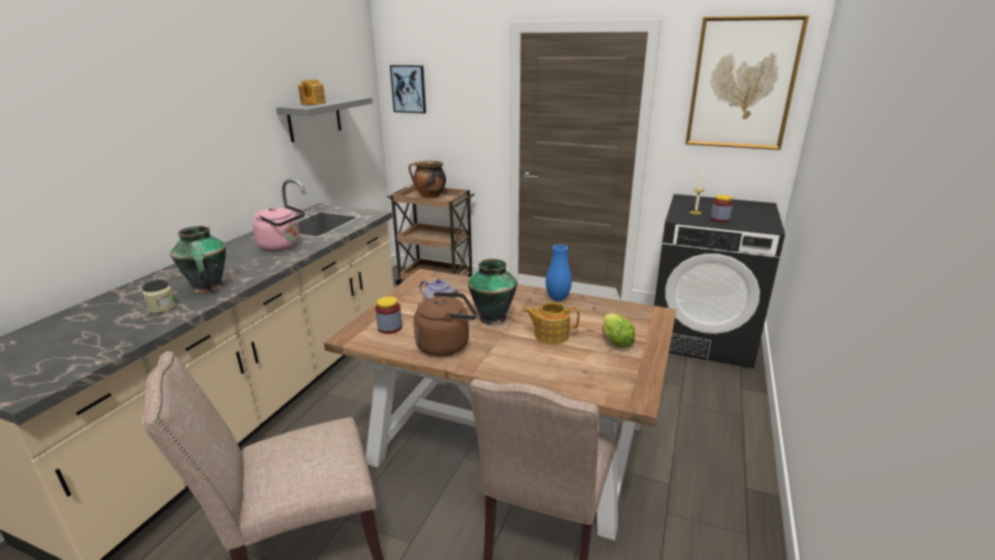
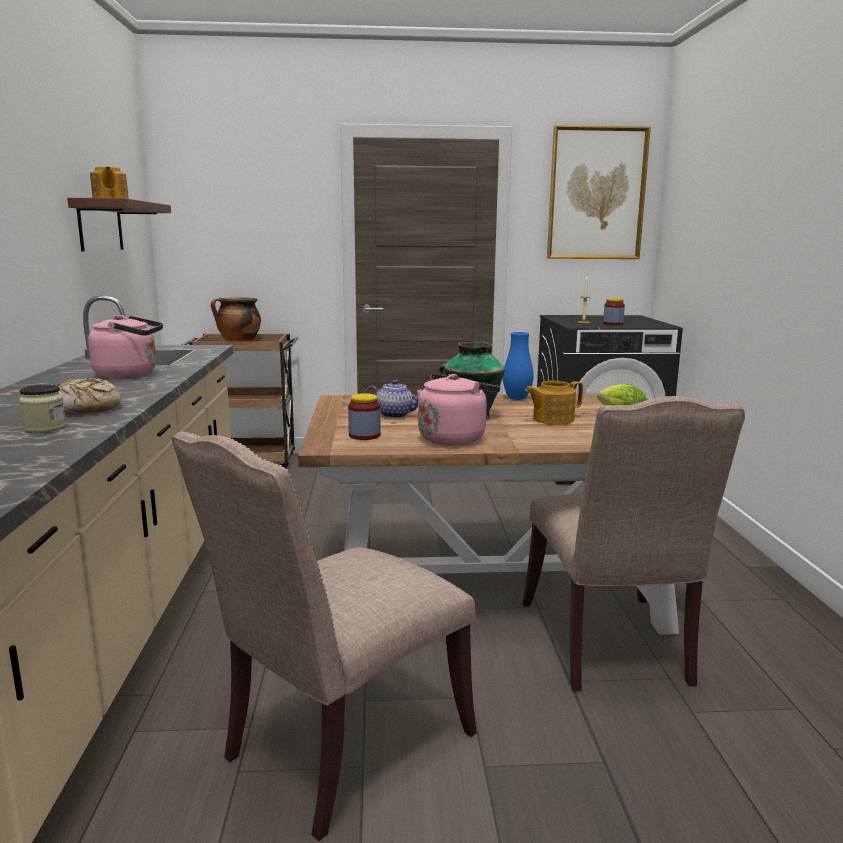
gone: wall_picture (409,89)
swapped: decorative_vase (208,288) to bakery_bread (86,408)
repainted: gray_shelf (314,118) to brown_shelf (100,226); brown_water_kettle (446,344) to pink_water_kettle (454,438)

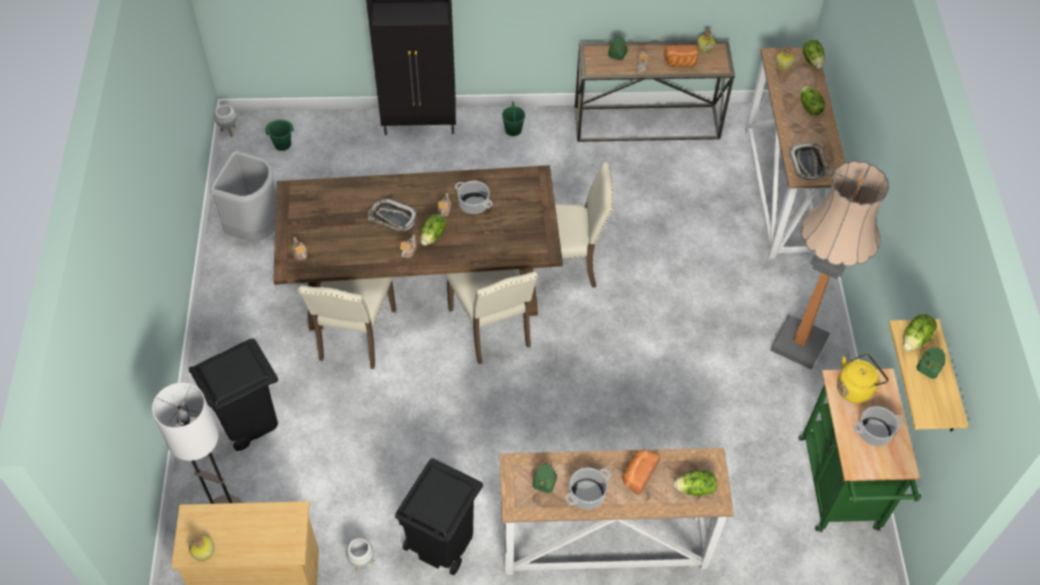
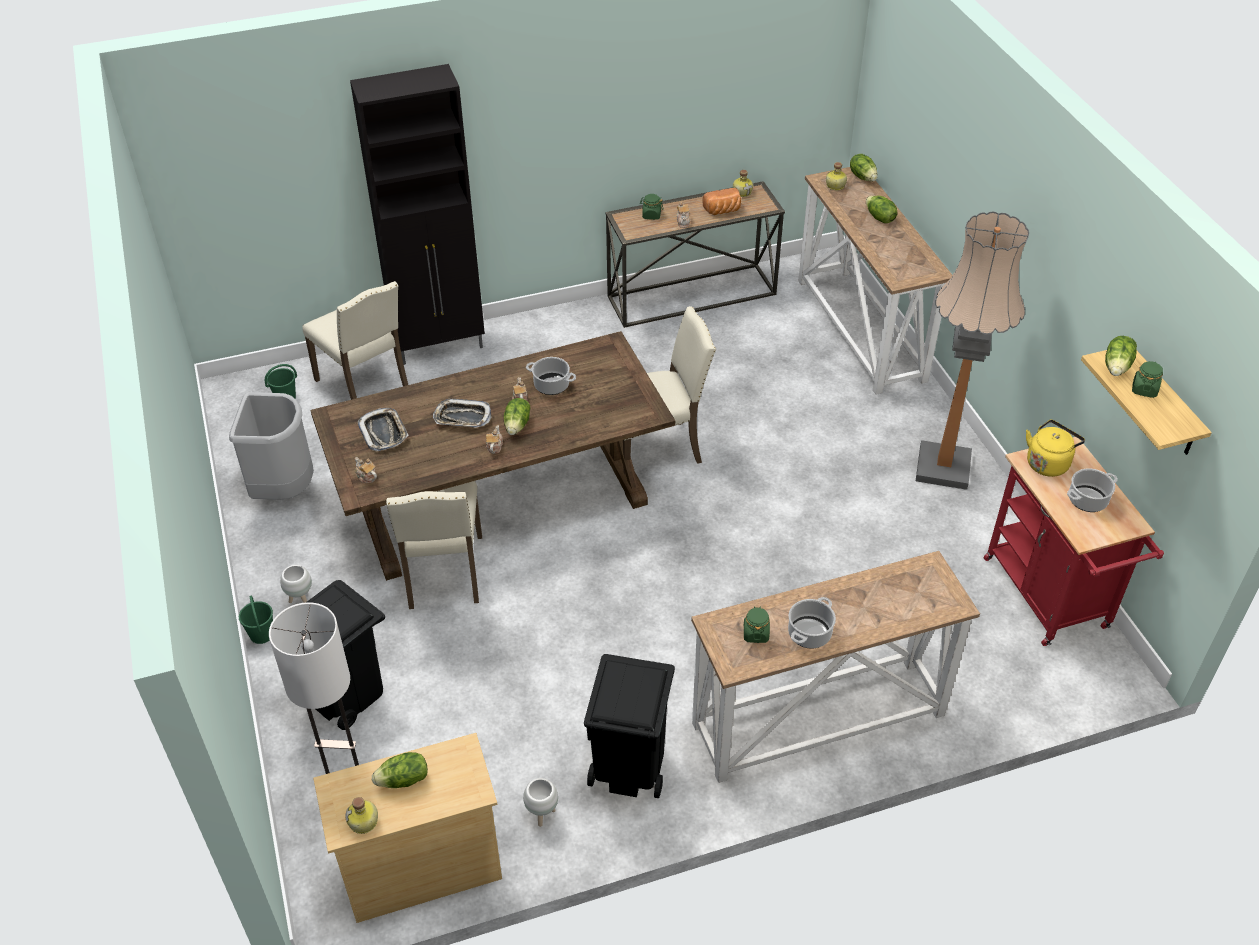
gone: bakery_bread (638,474)
shifted: white-coloured_plant_pot (229,131) to (301,600); sand-coloured_chair (492,328) to (366,386); green_water_bucket (513,129) to (261,634); lettuce_head (695,489) to (403,780); tray (809,164) to (384,432)
repainted: green_wheeled_cart (840,490) to red-coloured_wheeled_cart (1050,599)

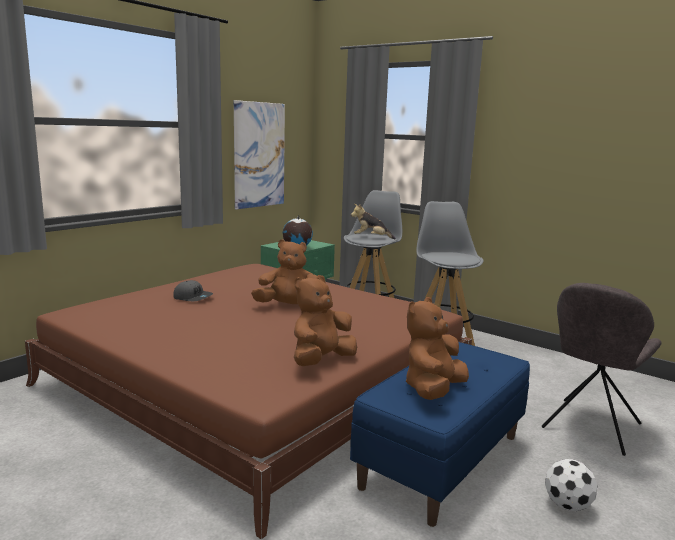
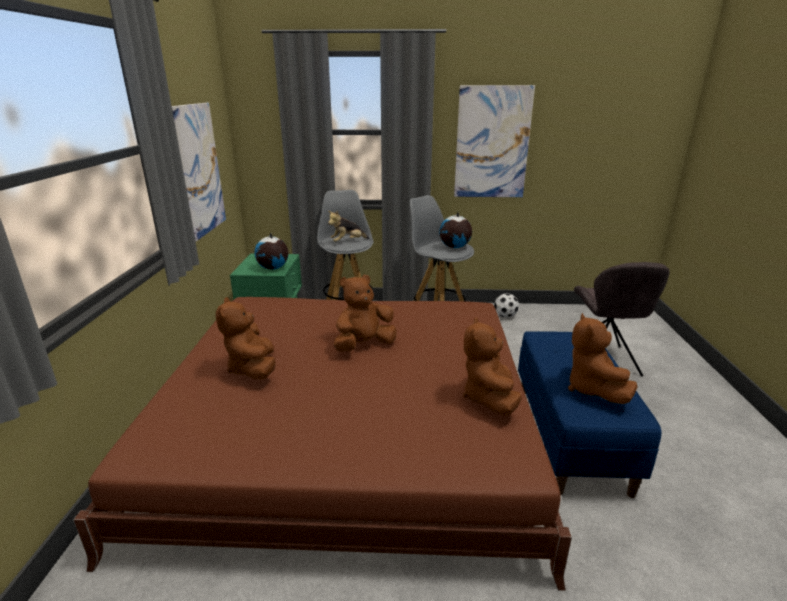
new: desk_globe (454,247); wall_picture (492,143)
shifted: ball_for_football (567,505) to (505,316)
swapped: gray_baseball_cap (193,297) to brown_soft_toy (253,369)

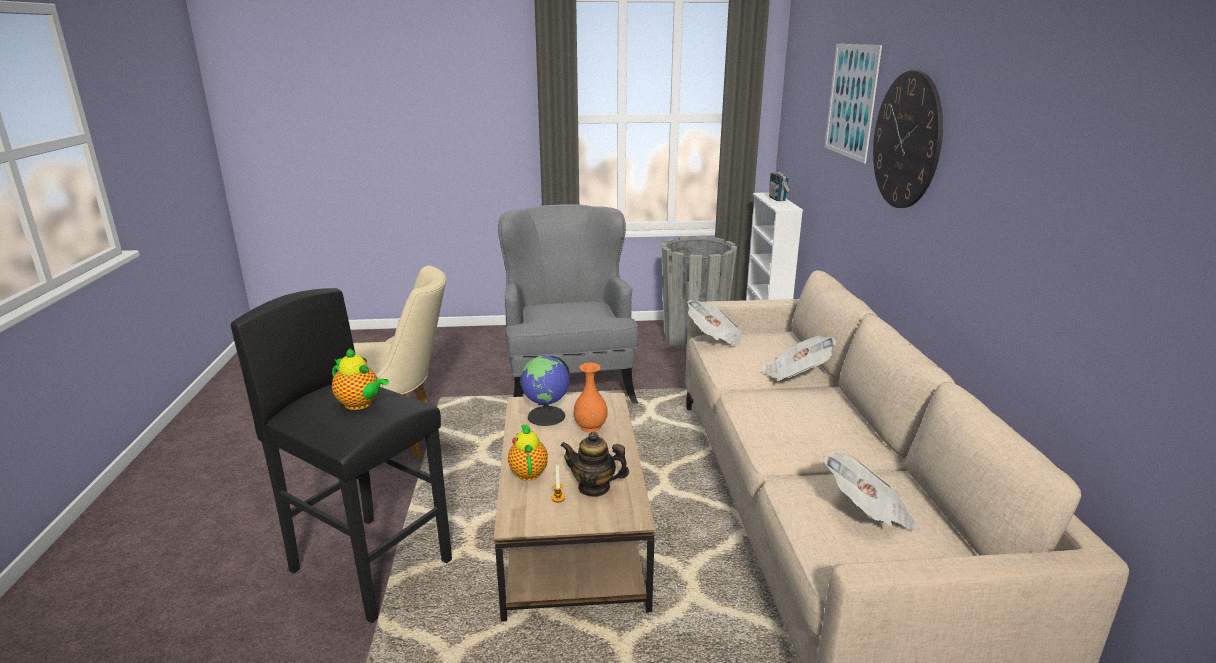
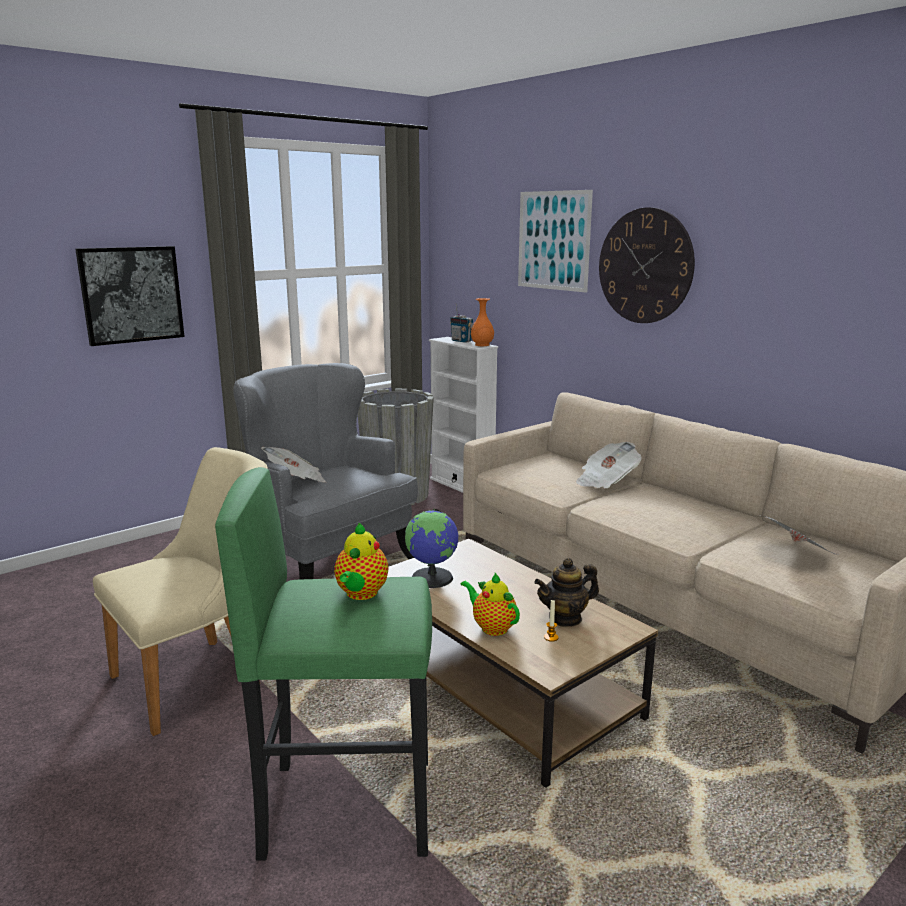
new: wall_picture (131,294)
shifted: orangey_decorative_vase (590,426) to (482,345); daily_paper (715,338) to (296,480)
repainted: black_stool (371,565) to green_stool (348,806)
rotated: tea_pot (360,404) = (361,594) 105 degrees clockwise

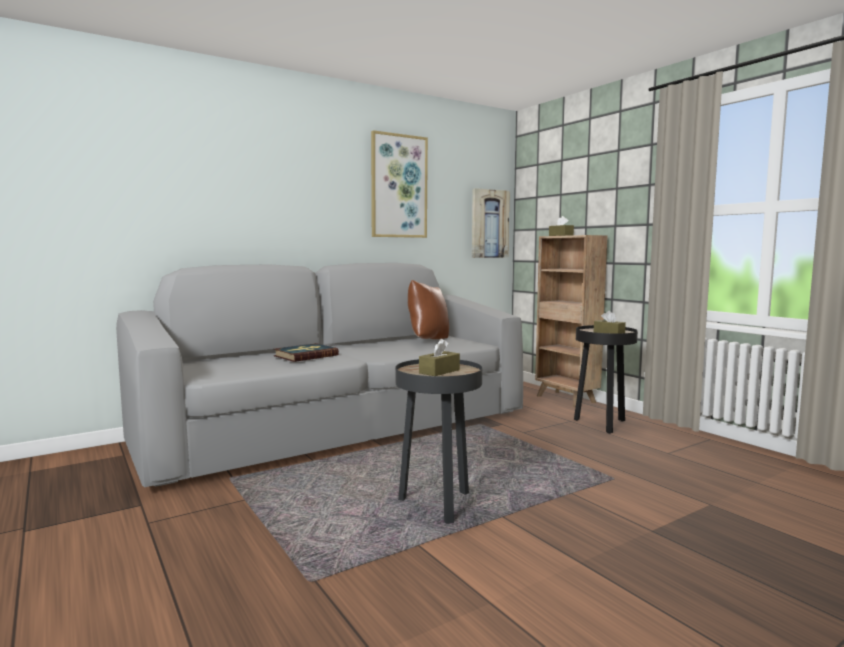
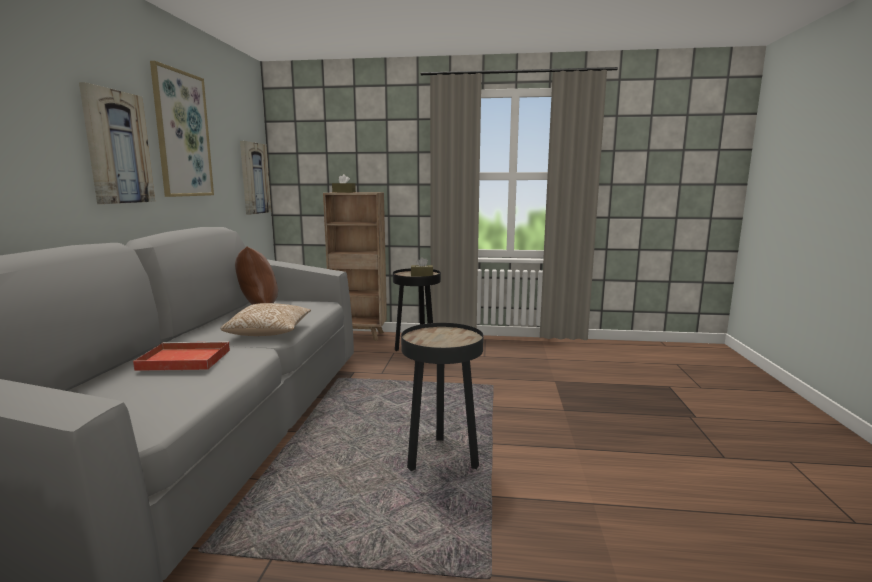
gone: brown_tissue_box (439,371)
new: wall_picture (117,147); throw_pillow (269,332)
swapped: book (305,355) to red-coloured_tray (183,360)

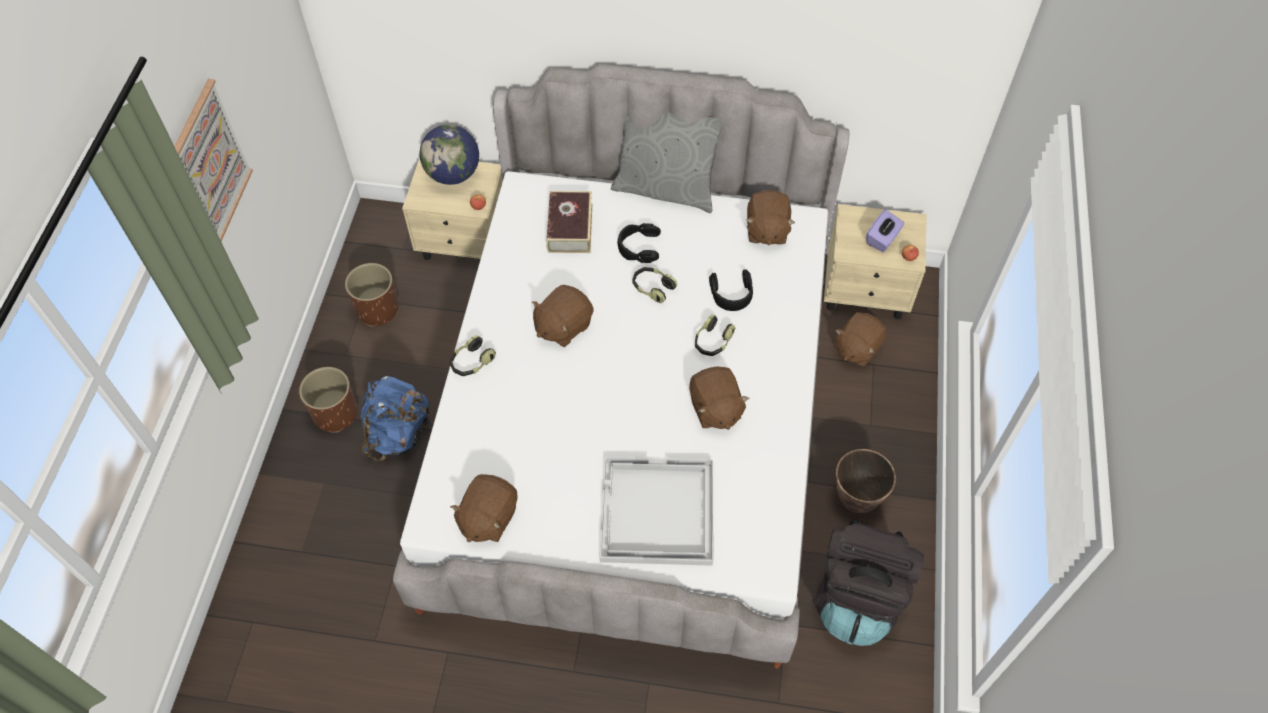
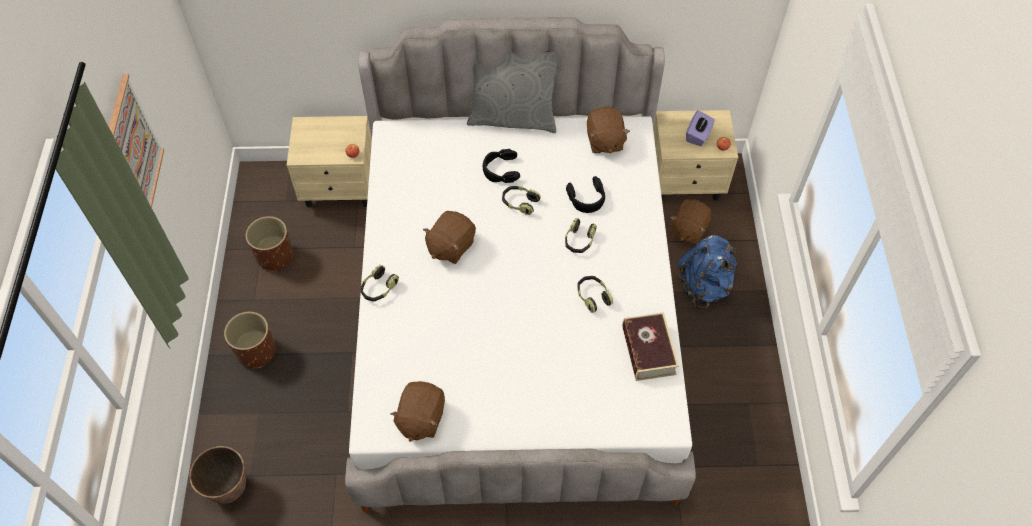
gone: desk_globe (453,174); white-coloured_tray (656,513); black_rucksack (857,598)
shifted: bluish_rucksack (398,434) to (704,285); book (570,228) to (648,350); plant_pot (856,498) to (228,488)
swapped: brown_soft_toy (715,409) to pair_of_headphones (593,296)

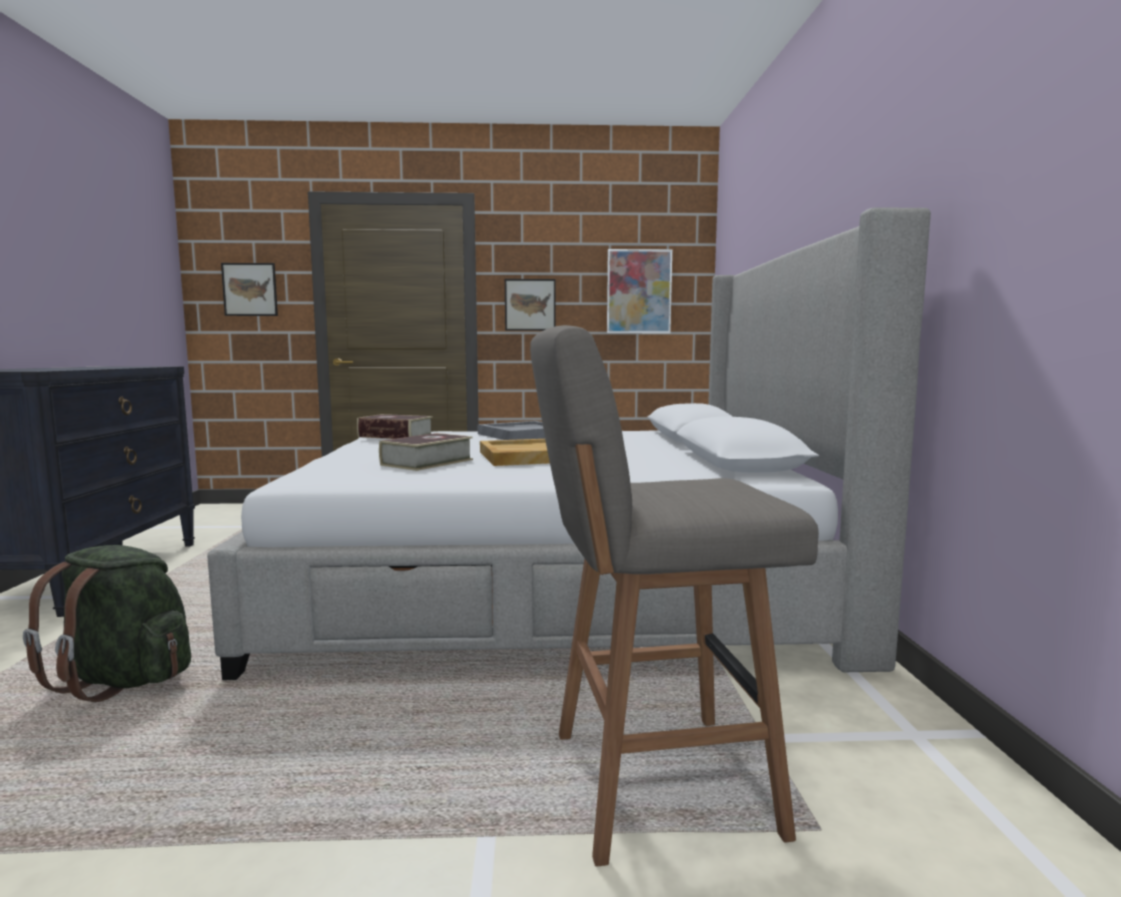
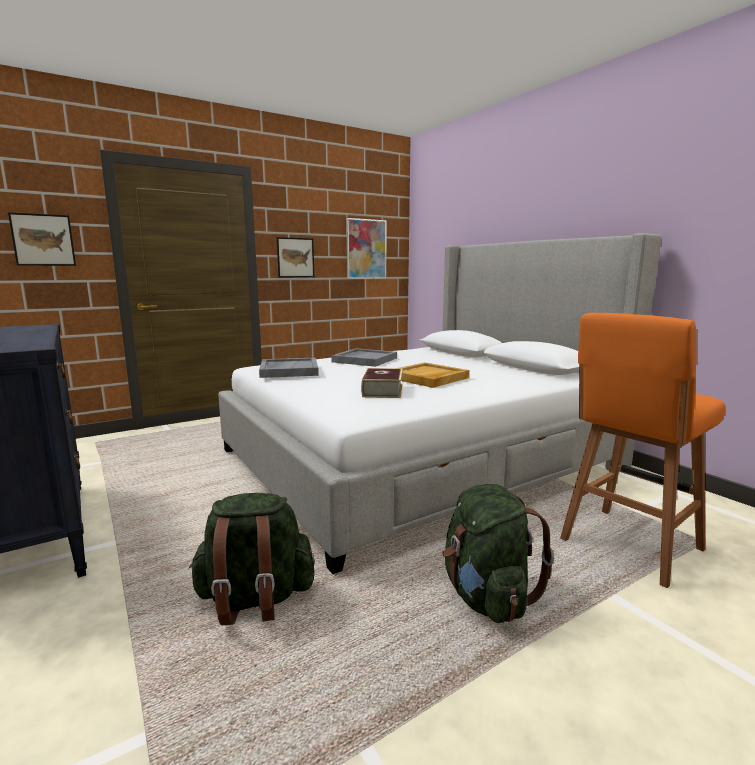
new: green_rucksack (486,596)
swapped: book (395,436) to gray_tray (288,370)
repainted: gray_stool (652,782) to orangey_stool (628,546)

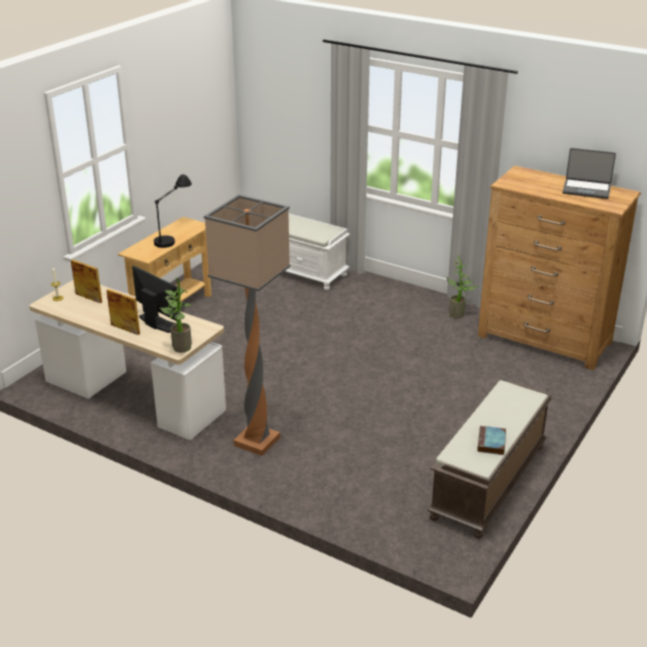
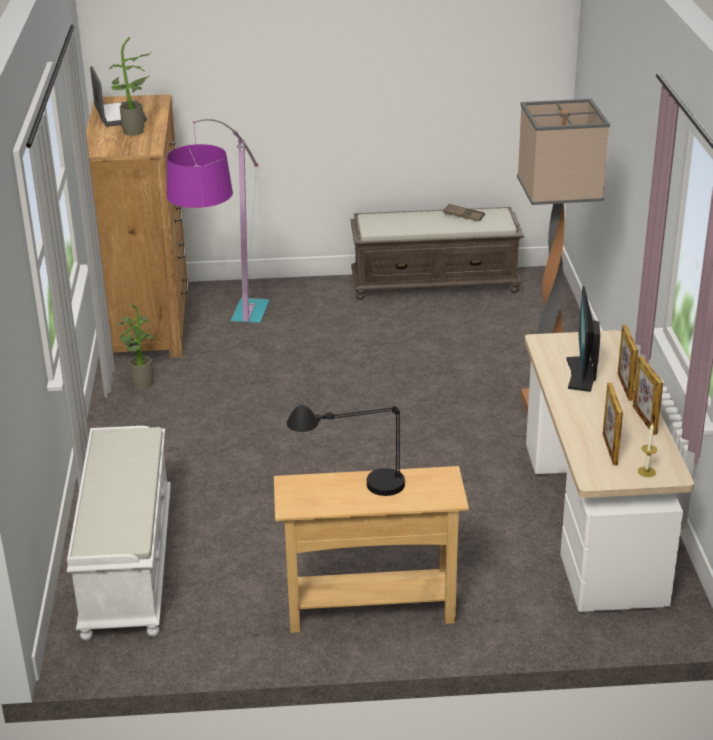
new: standing_lamp (231,353); photo_frame (644,420)
shifted: plant_in_a_pot (179,347) to (134,133)
swapped: book (491,443) to brown_tray (463,216)

